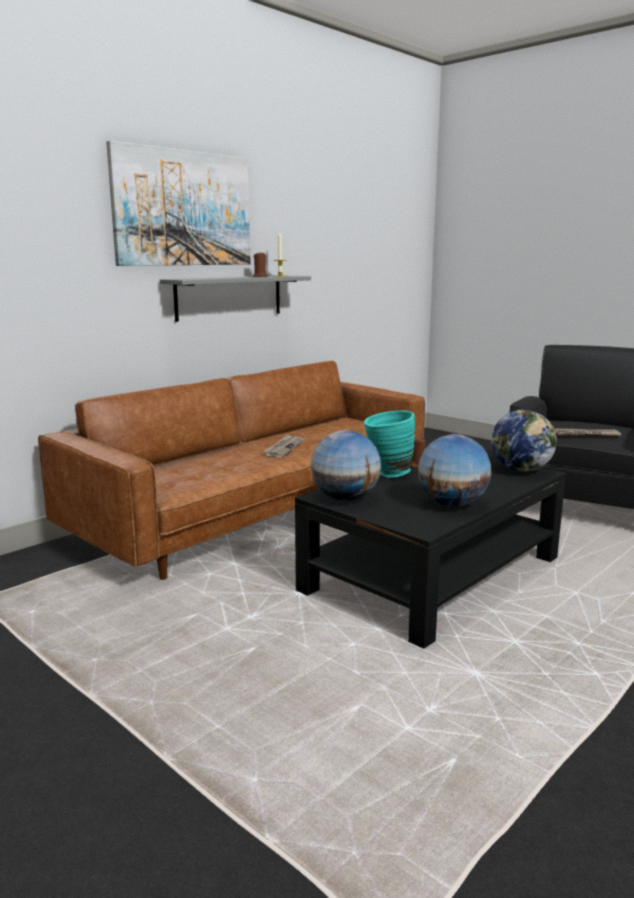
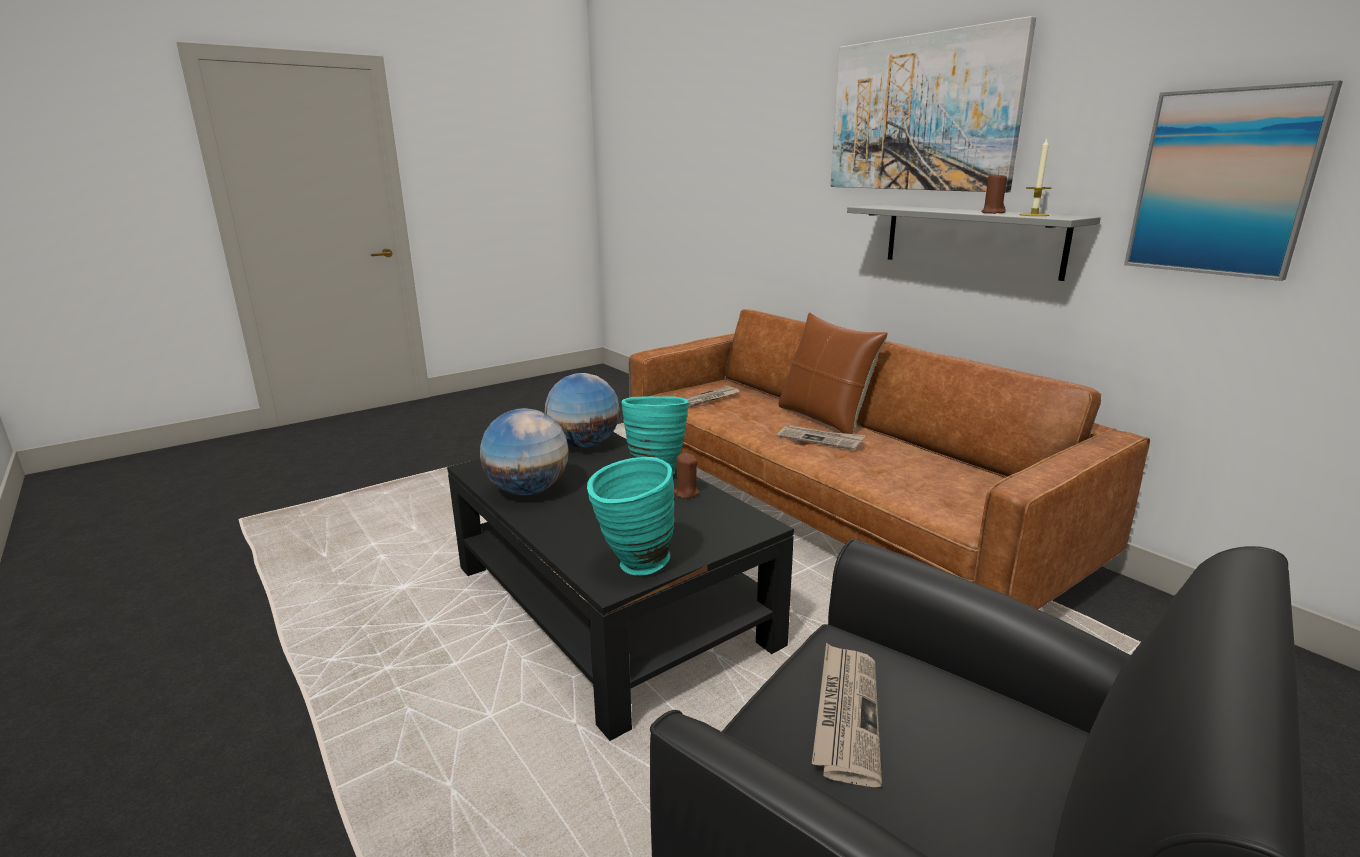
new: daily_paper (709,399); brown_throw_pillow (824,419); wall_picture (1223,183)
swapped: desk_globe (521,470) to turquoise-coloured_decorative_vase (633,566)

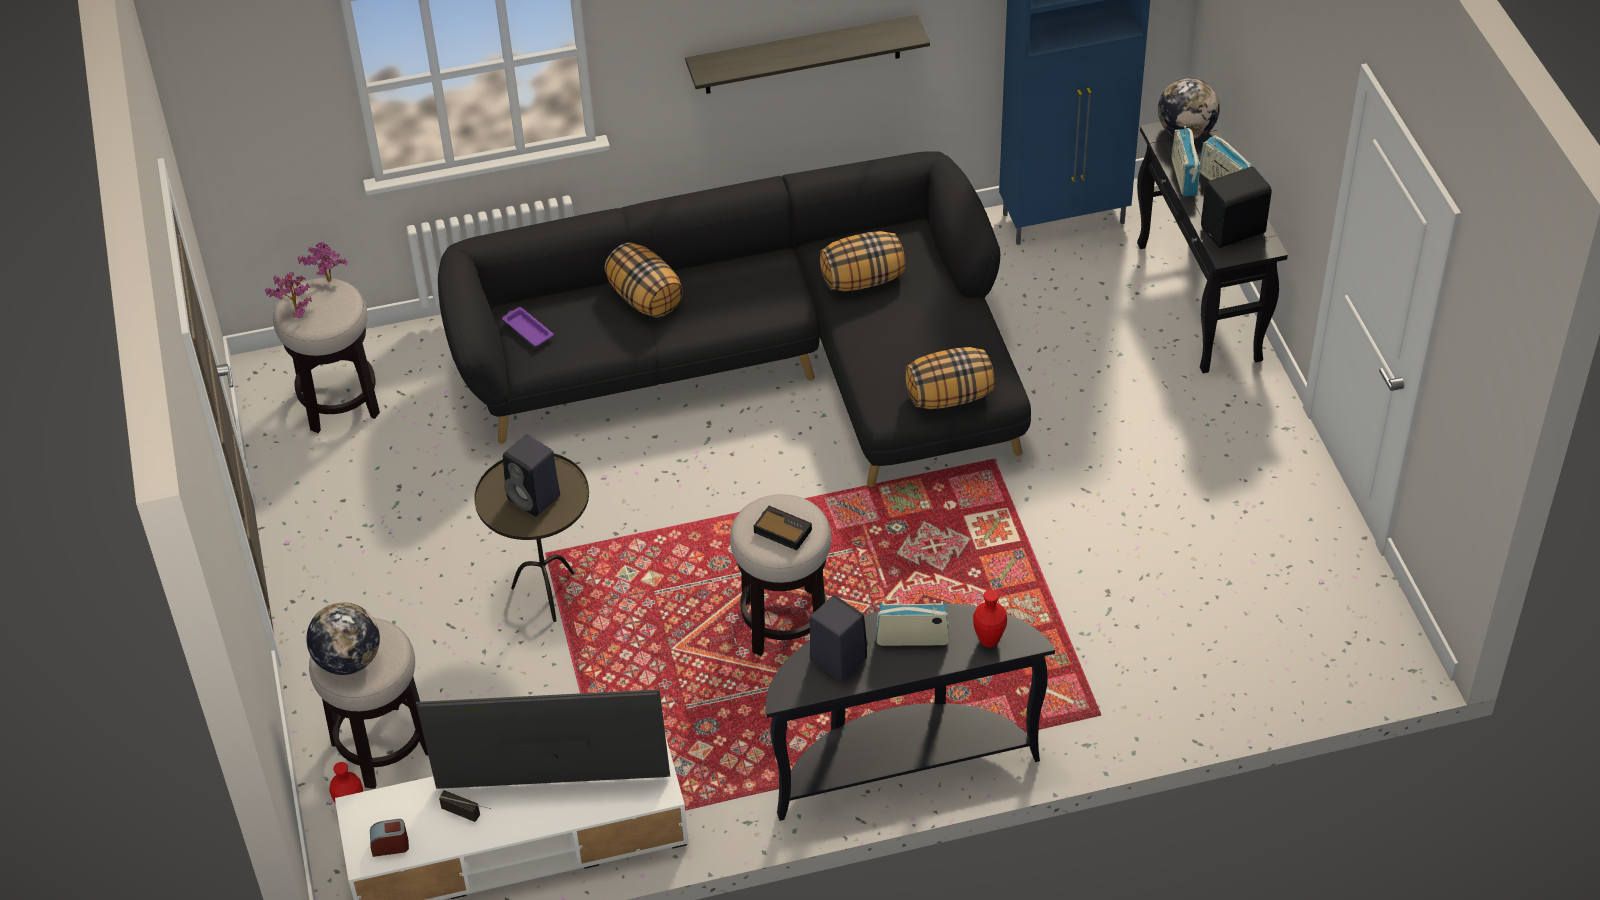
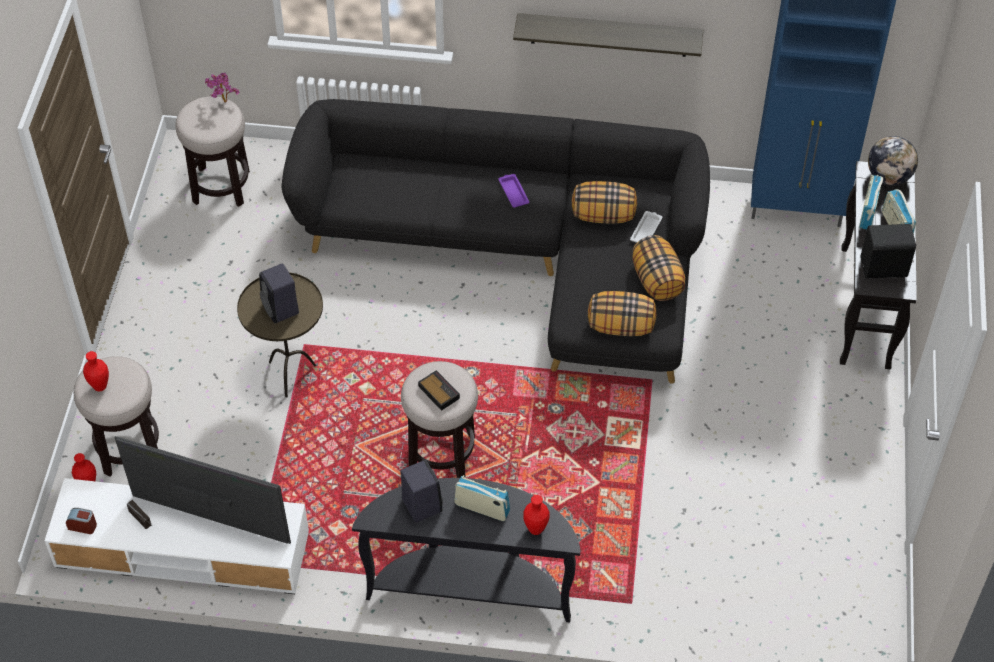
gone: plant_in_a_pot (295,316)
new: white-coloured_tray (646,230)
shifted: purplish_tray (527,329) to (513,192); throw_pillow (646,298) to (657,281)
swapped: desk_globe (348,660) to red-coloured_decorative_vase (100,386)

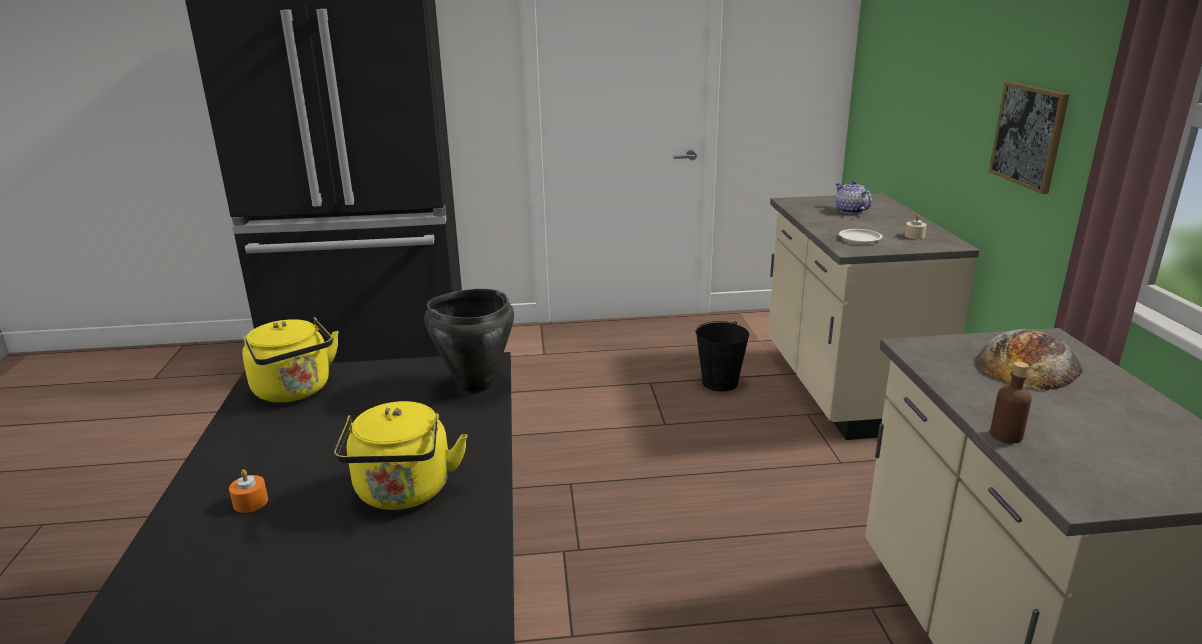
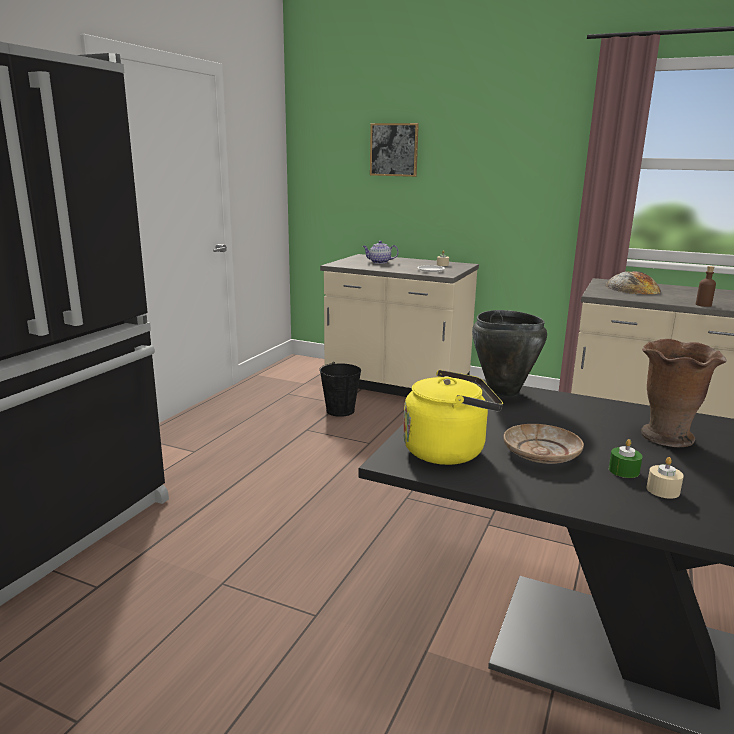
new: sand-coloured_dinner_plate (541,453); green_wax_light (623,470)
shifted: wall_picture (1029,136) to (394,150)
swapped: yellow_water_kettle (403,493) to brown_decorative_vase (667,437)
repainted: orangey_wax_light (250,502) to sand-coloured_wax_light (663,490)

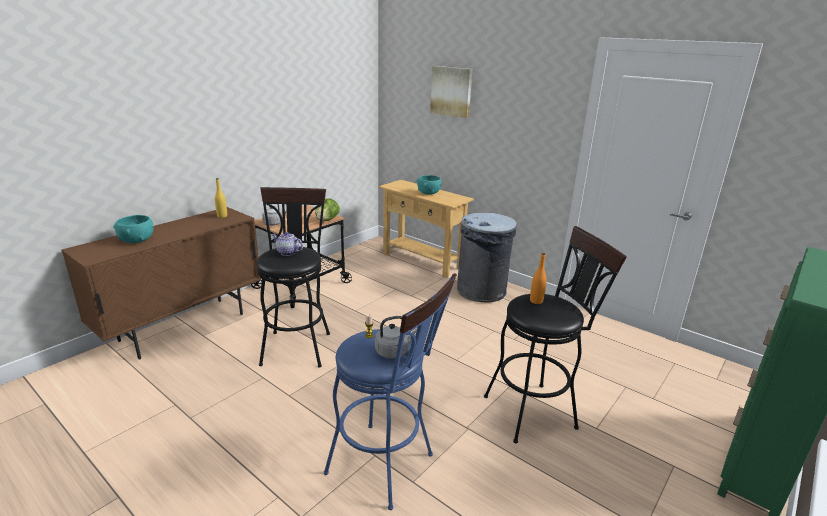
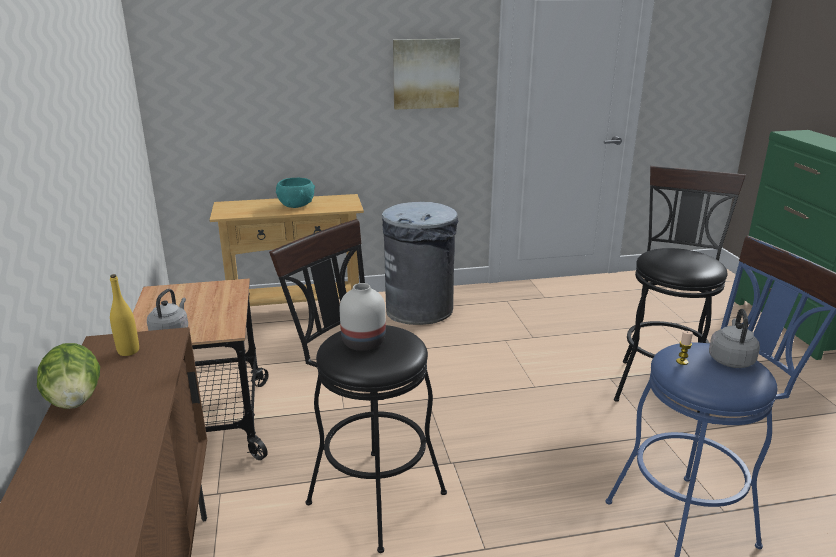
gone: turquoise-coloured_serving_bowl (137,240); orangey_beverage_bottle (536,301)
shifted: lettuce_head (327,220) to (75,400); wall_picture (451,91) to (425,73)
swapped: tea_pot (287,253) to white-coloured_decorative_vase (364,343)

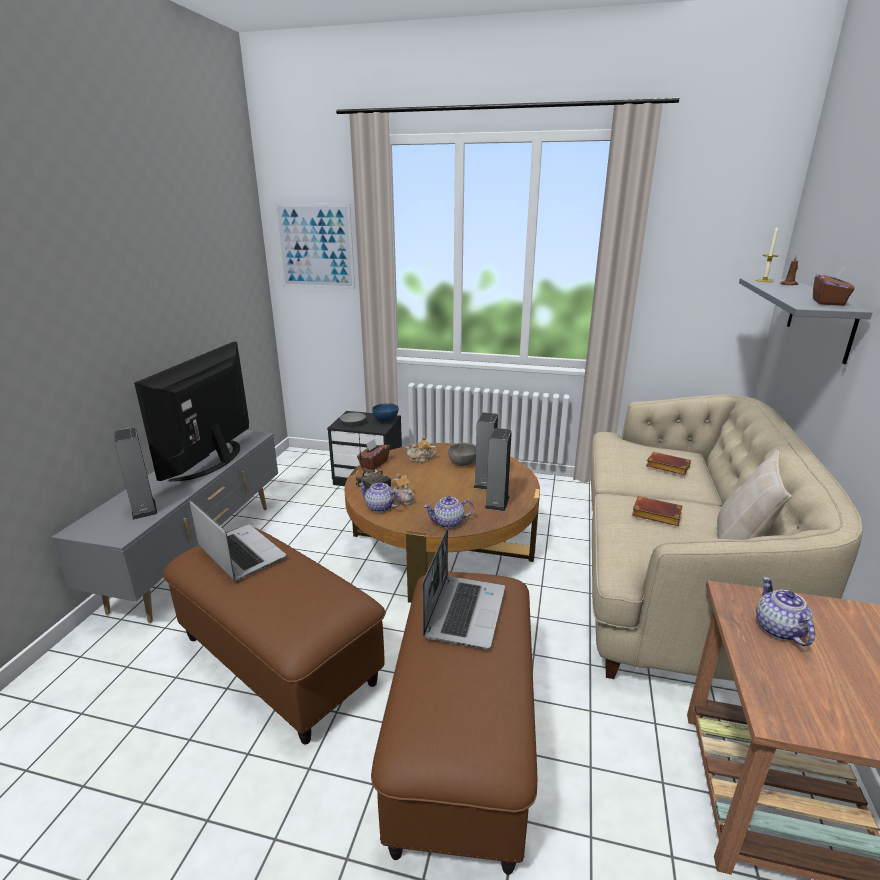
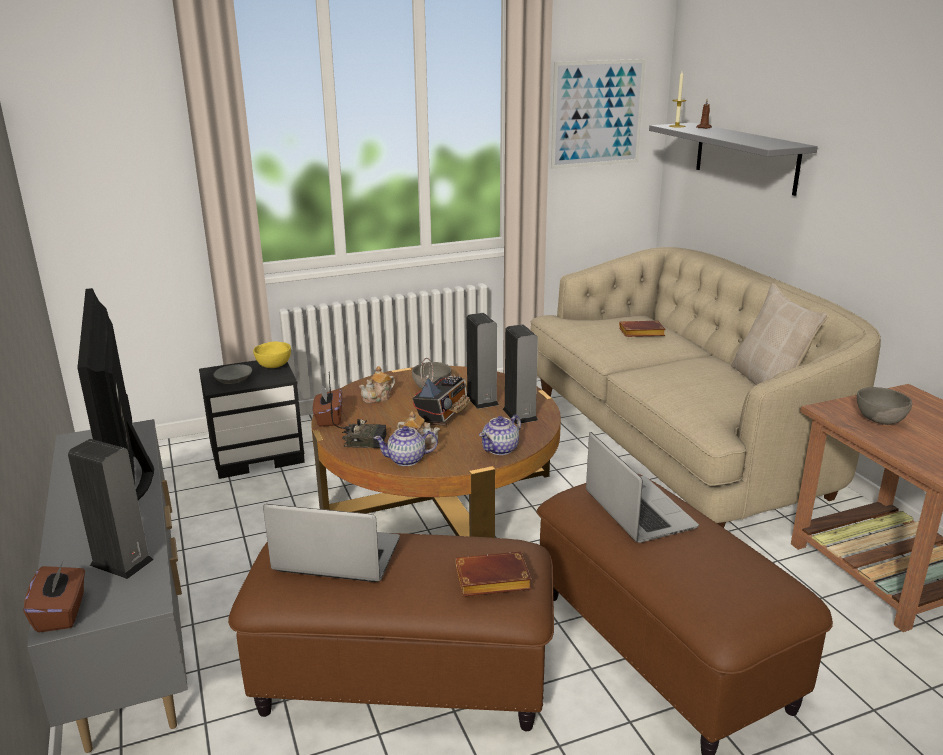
new: radio_set (443,416)
shifted: wall_picture (315,246) to (597,114); brown_book (654,515) to (490,581); brown_tissue_box (828,302) to (62,613)
swapped: tea_pot (779,629) to gray_serving_bowl (879,421)
repainted: bluish_serving_bowl (386,420) to yellow_serving_bowl (274,366)

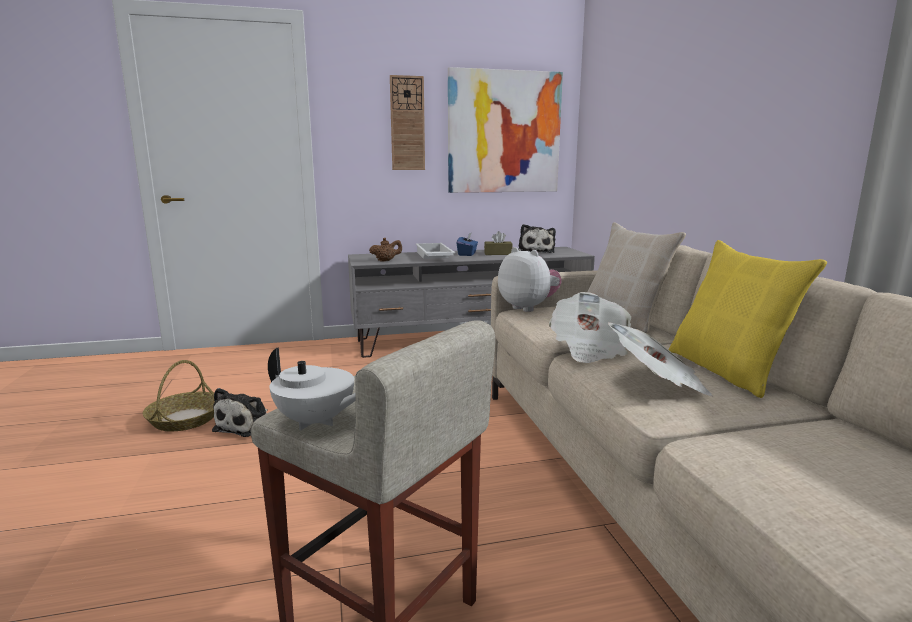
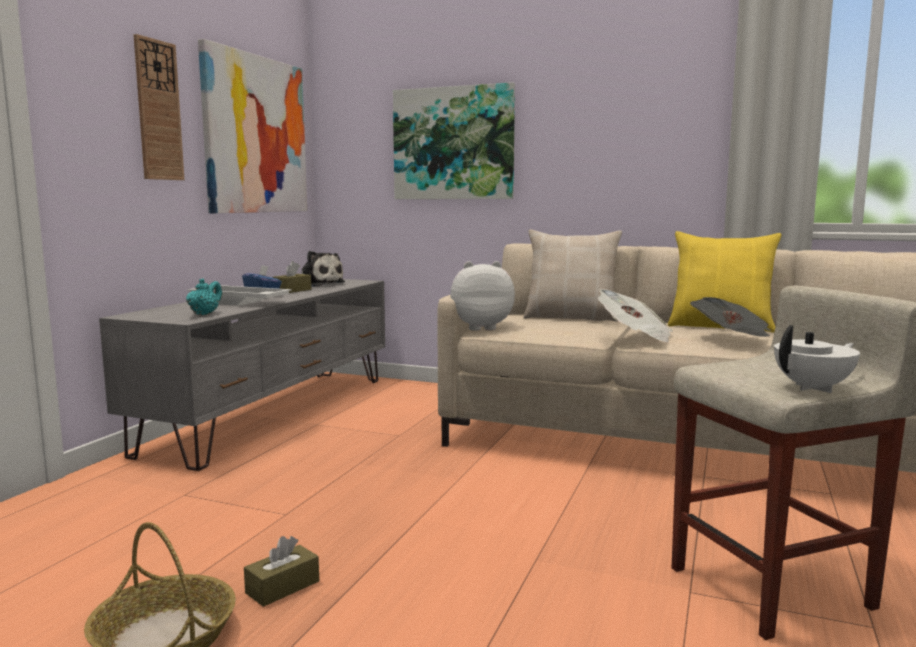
new: wall_picture (453,144)
swapped: soft_toy (247,425) to brown_tissue_box (282,587)
repainted: brown_tea_pot (386,261) to turquoise-coloured_tea_pot (205,314)

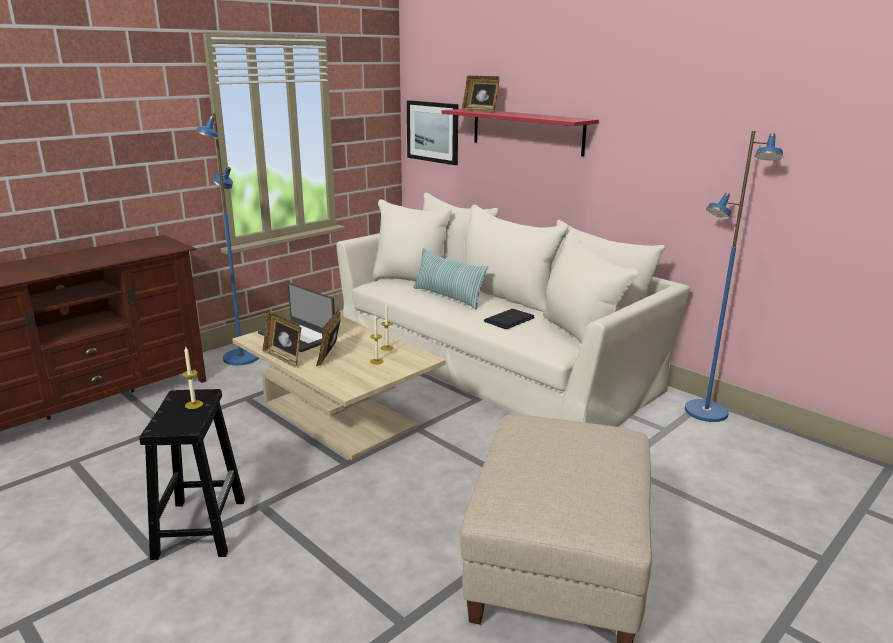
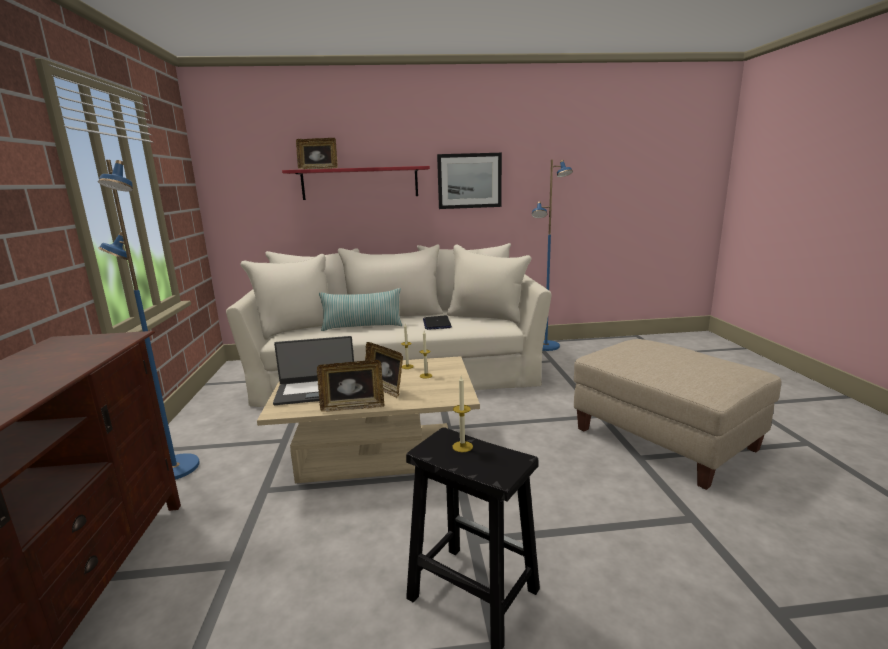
shifted: wall_picture (433,132) to (469,181)

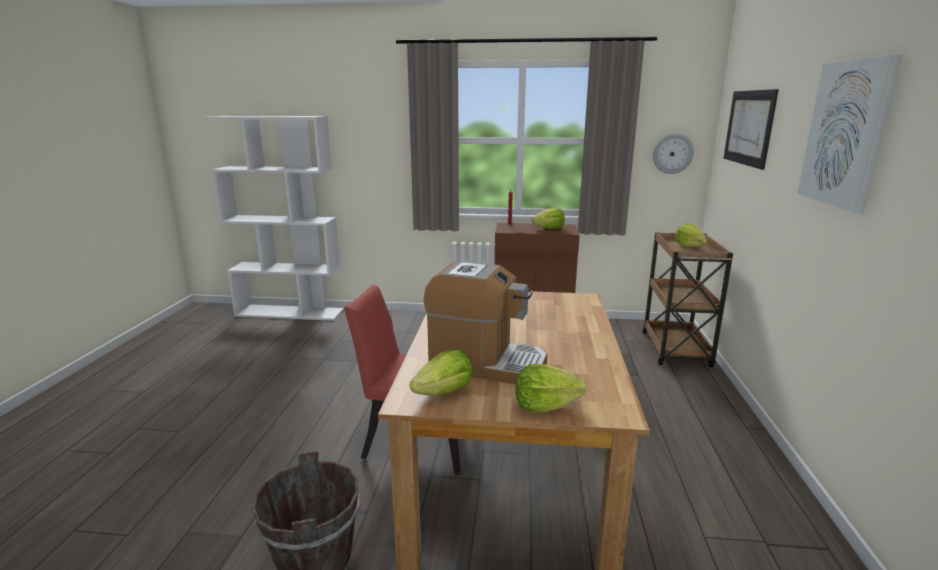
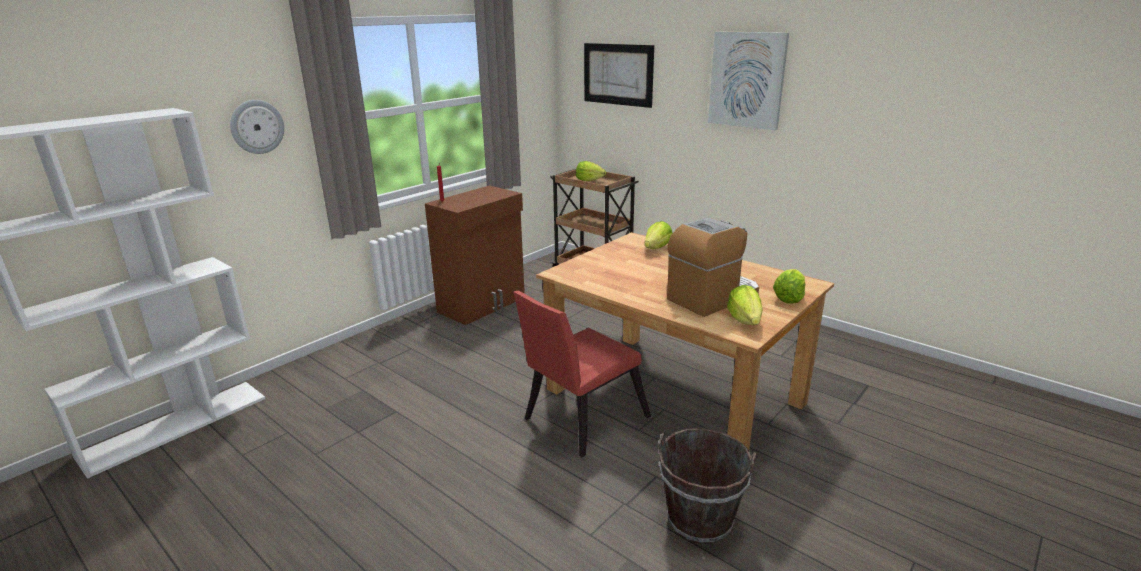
shifted: lettuce_head (549,229) to (656,248); clock_on_the_wall (672,154) to (257,126)

